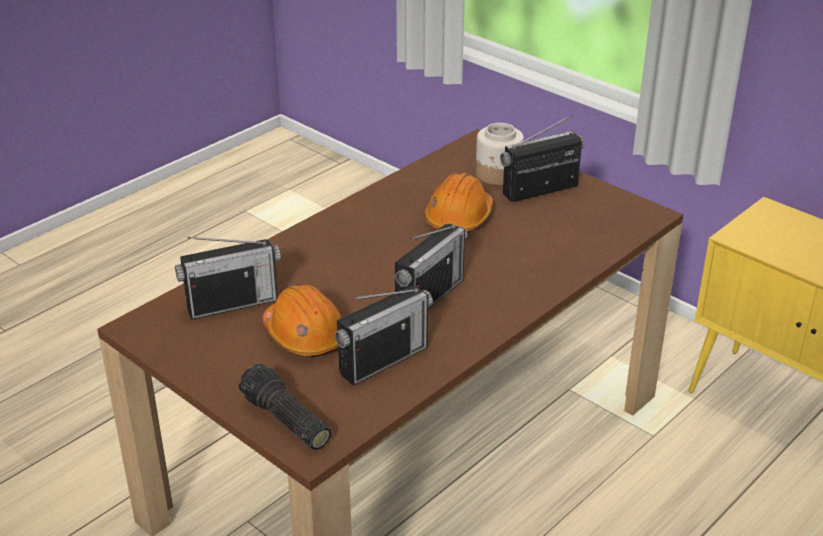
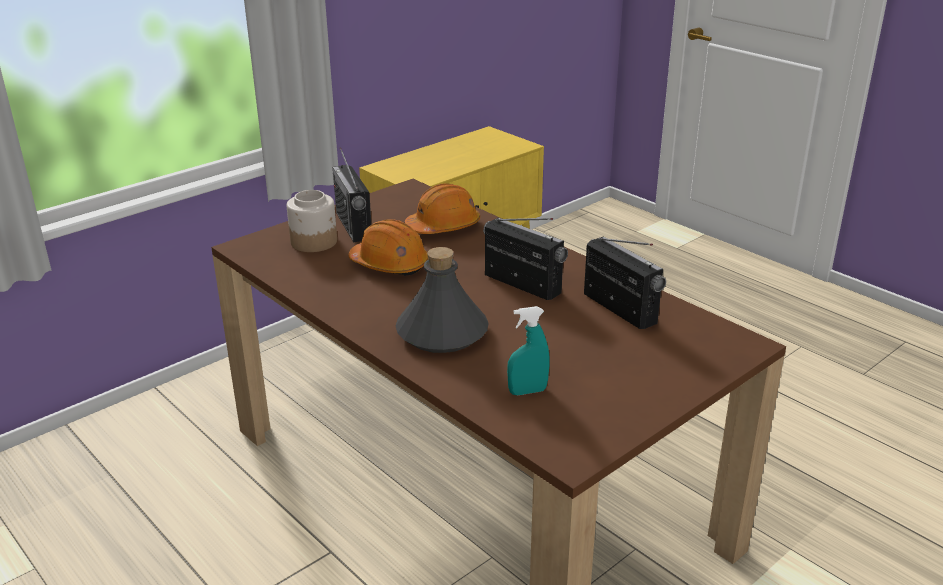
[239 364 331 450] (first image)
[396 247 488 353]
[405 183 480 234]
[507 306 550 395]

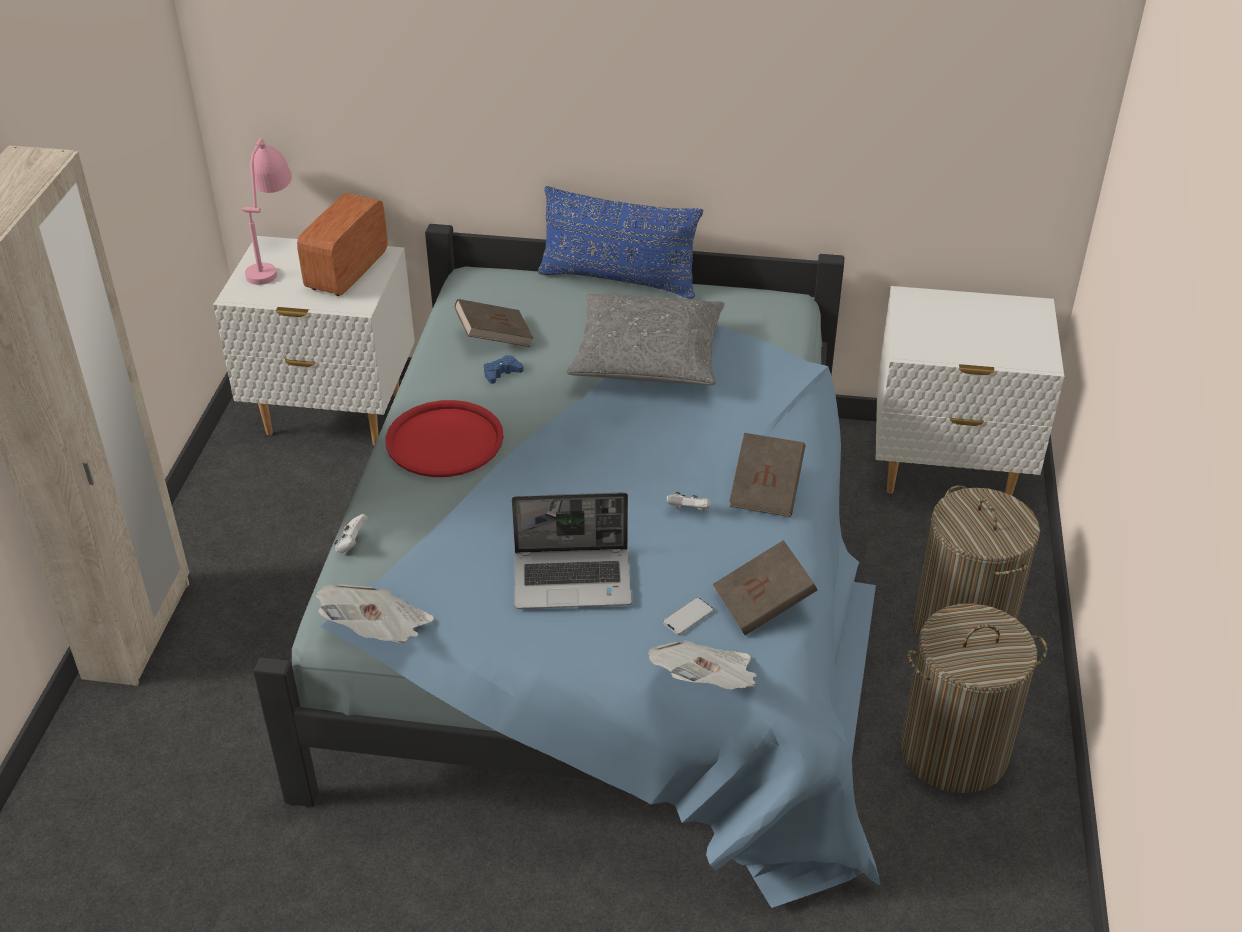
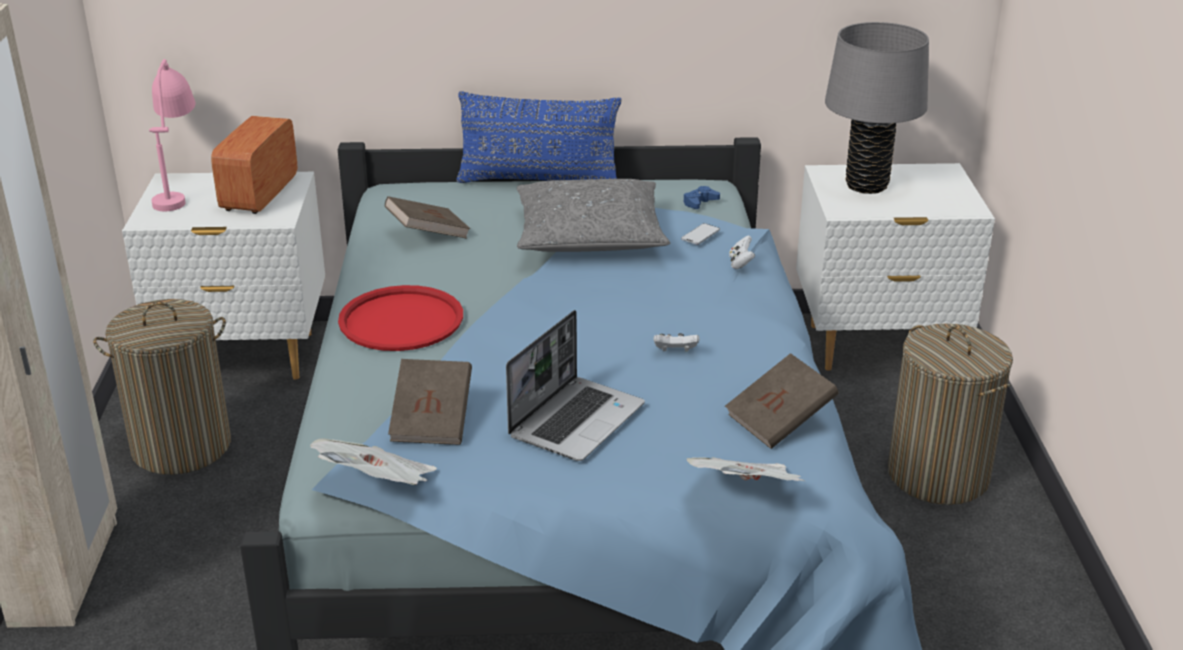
[825 22 929 194]
[729 236 755 269]
[683 186 720 209]
[681 223 720 245]
[388 359 472 445]
[93 299 231 475]
[506 310 645 461]

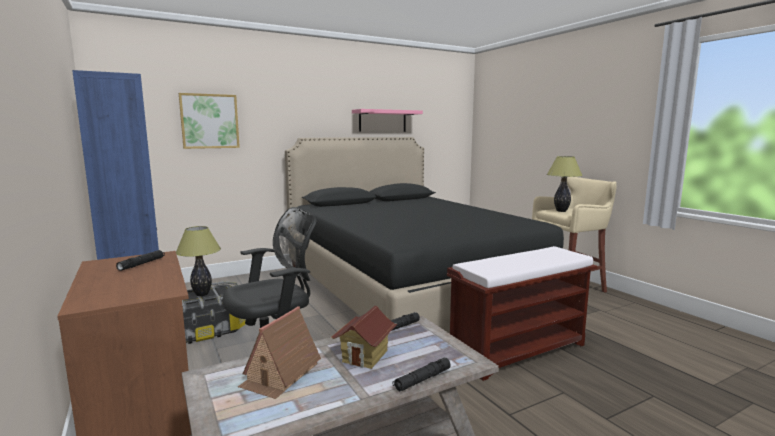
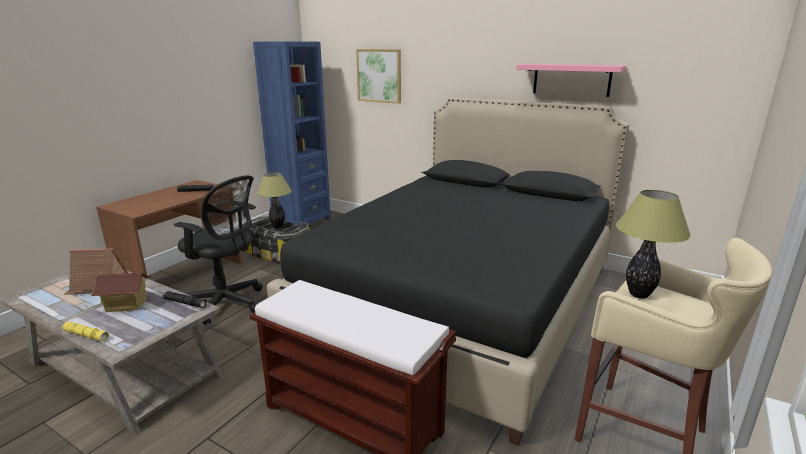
[61 321 109 341]

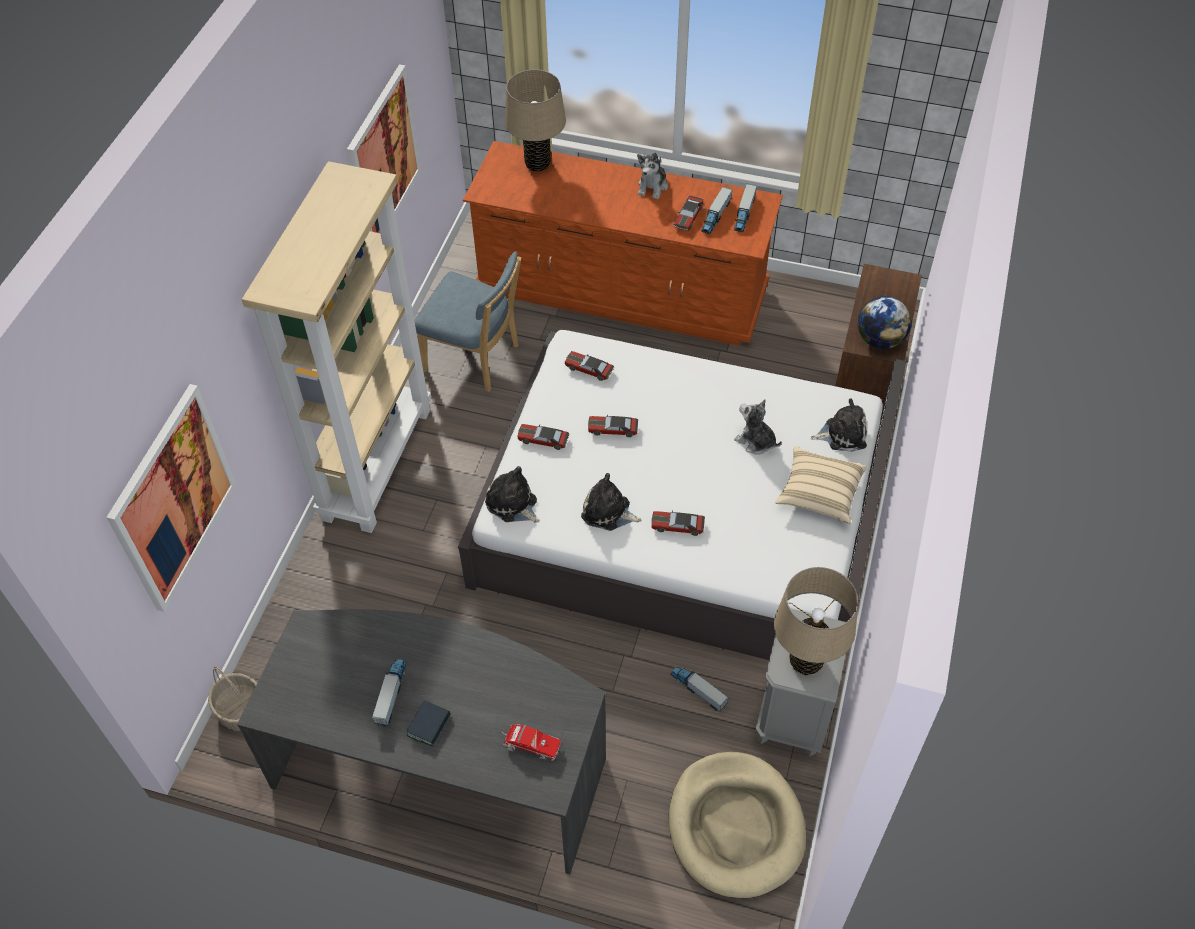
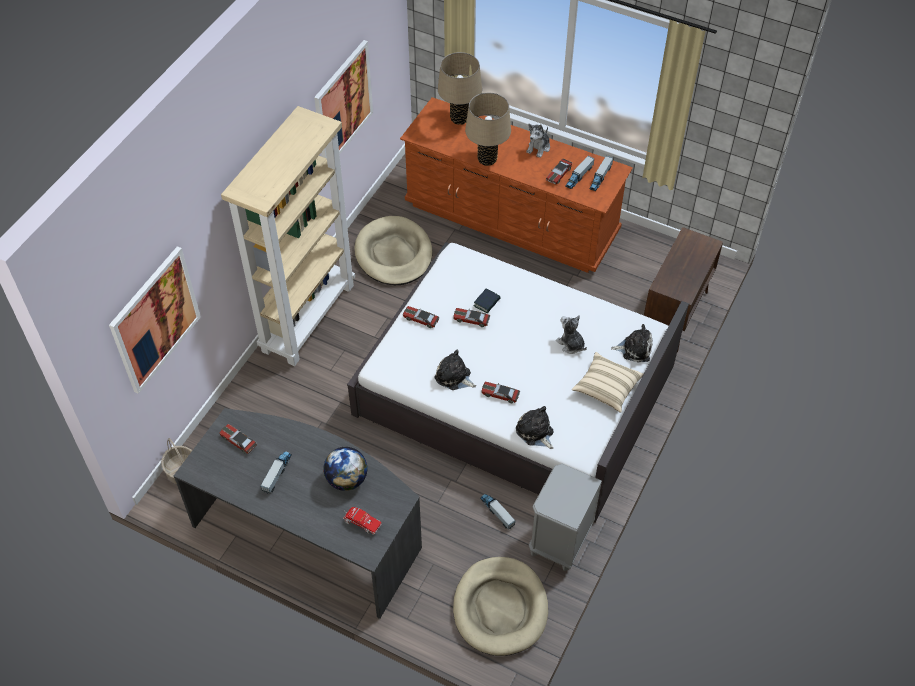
[473 288 500 313]
[516 406 553 449]
[219 424 257 454]
[465 93 511 166]
[323 447 368 491]
[355 216 433 285]

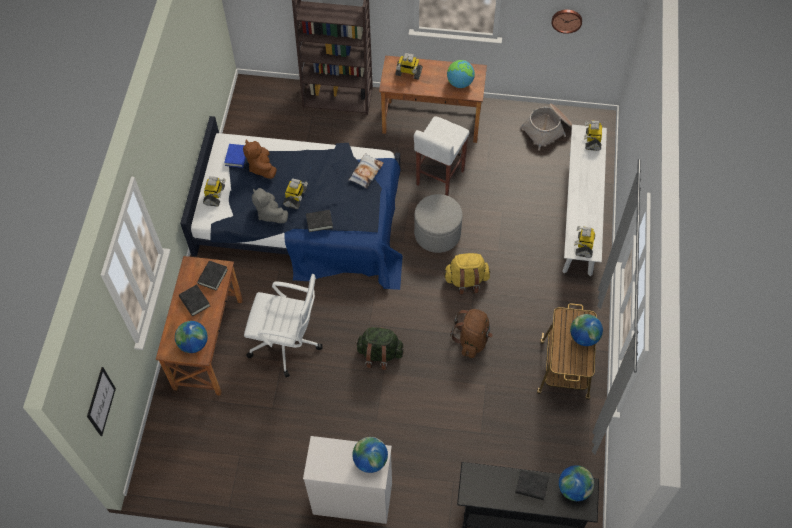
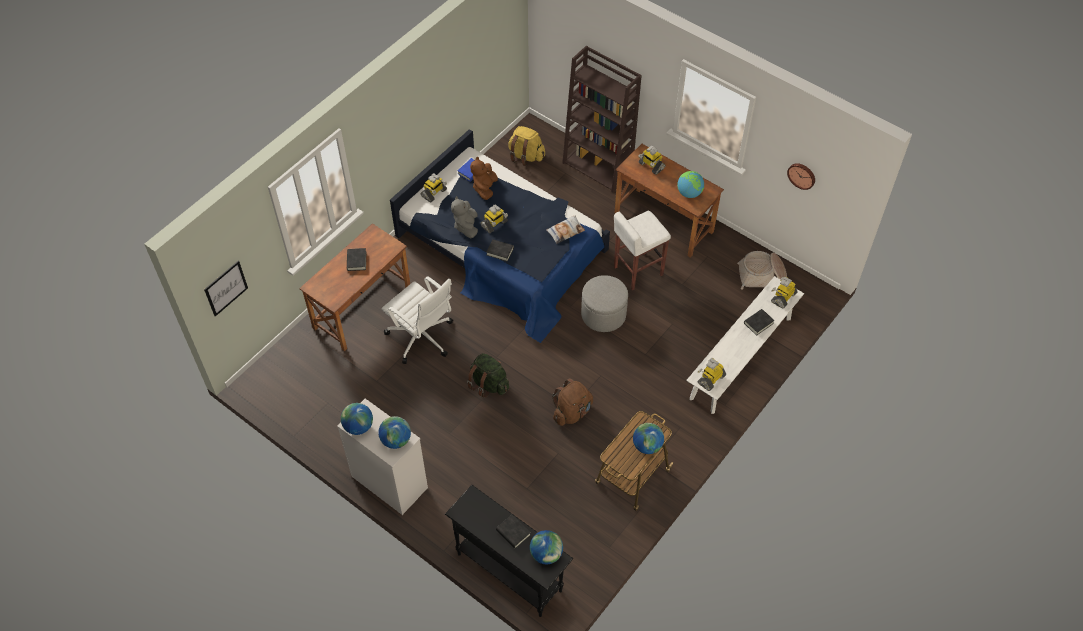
[341 403 373 435]
[744 309 775 336]
[508 126 545 166]

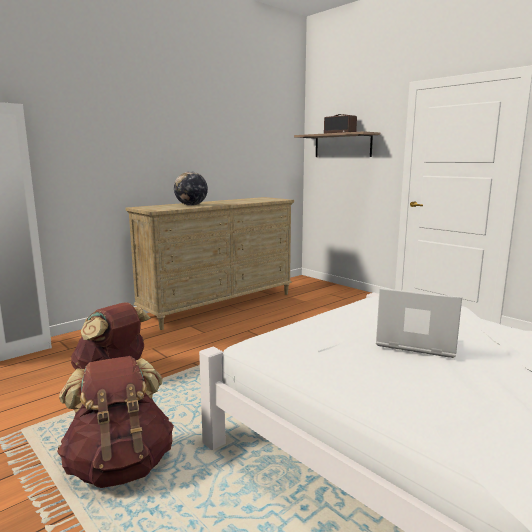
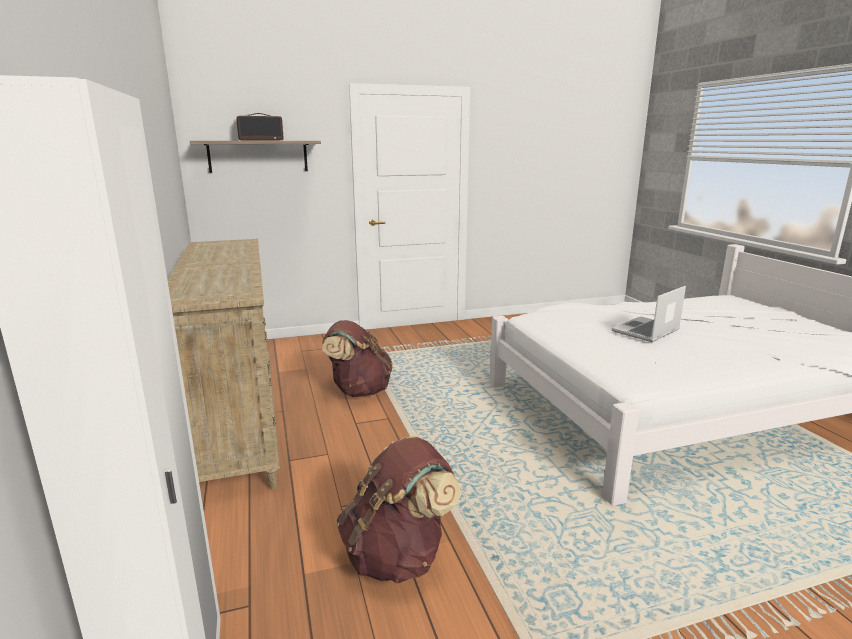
[174 172 208 206] (first image)
[323 320 392 397]

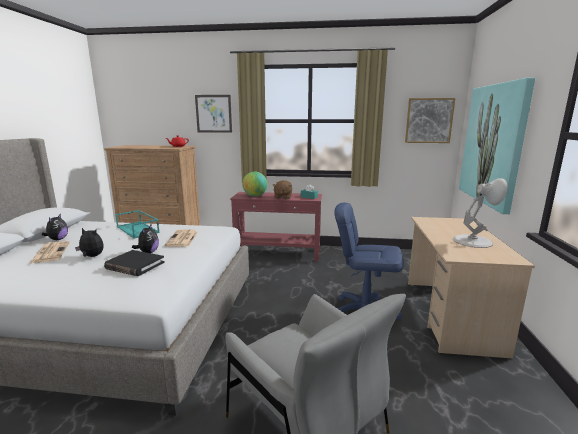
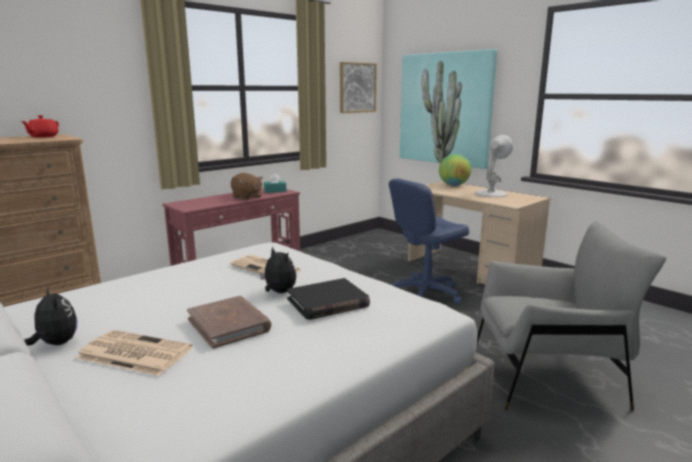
[115 210 160 238] (first image)
[195 95 232 133] (first image)
[439 154 471 186]
[187 296 272 349]

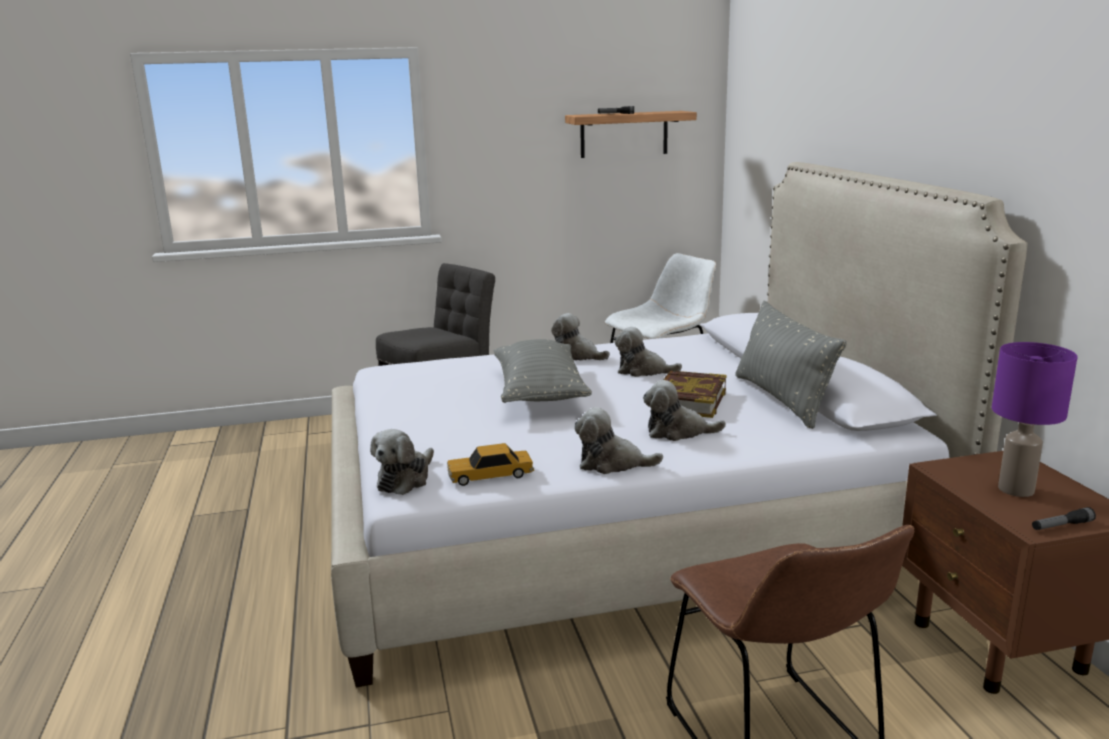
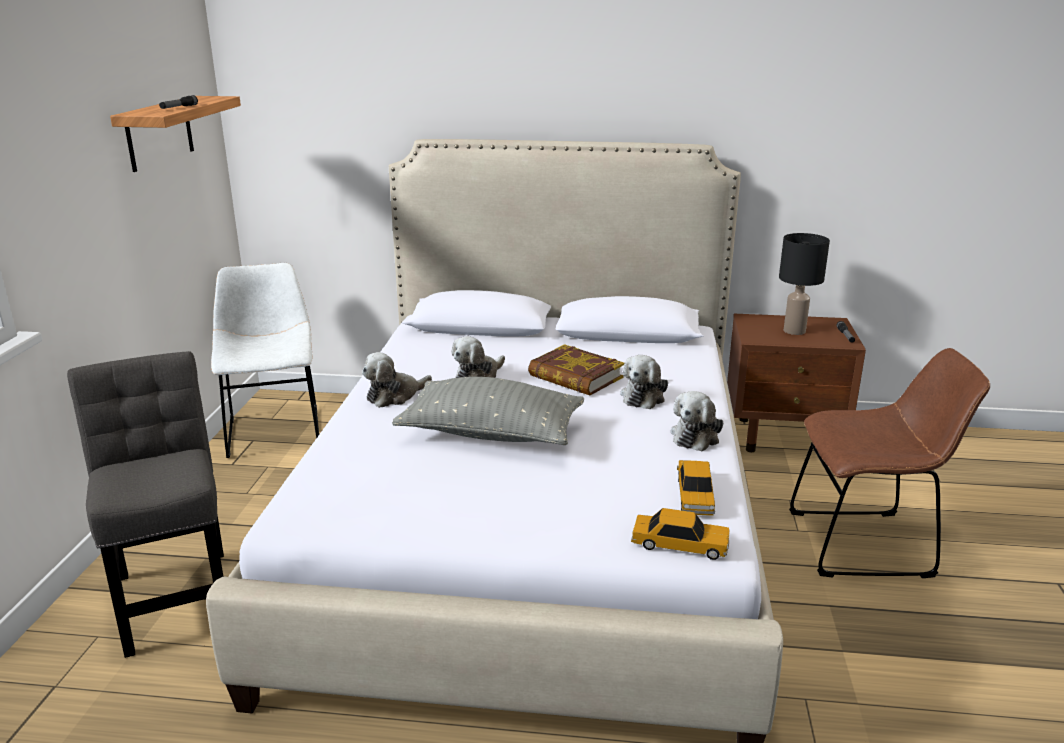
[735 301 847 429] (first image)
[631 508 730 560]
[779 233 830 335]

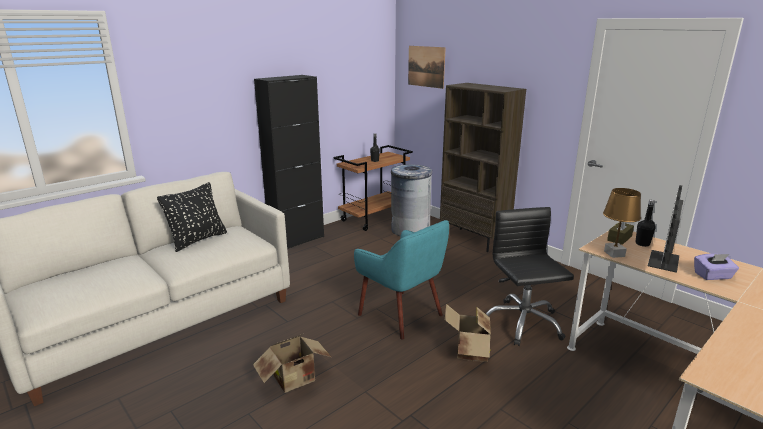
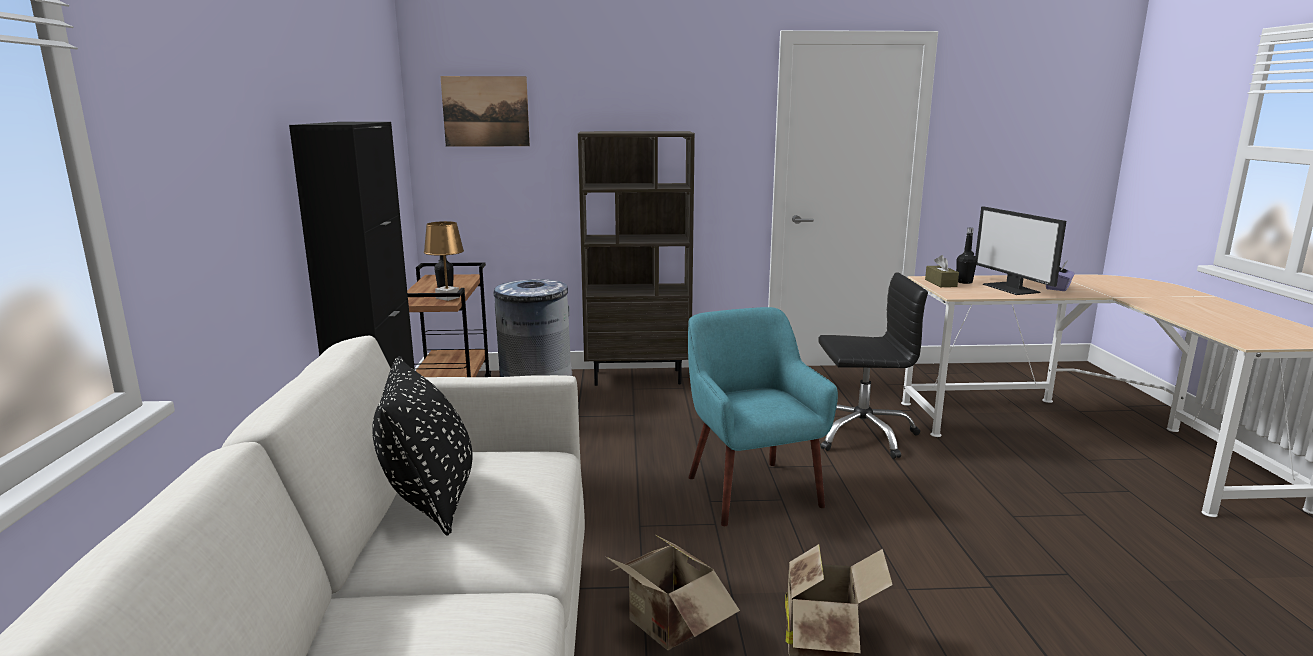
[606 534 740 650]
[424 221 464 301]
[688 307 838 526]
[818 272 928 459]

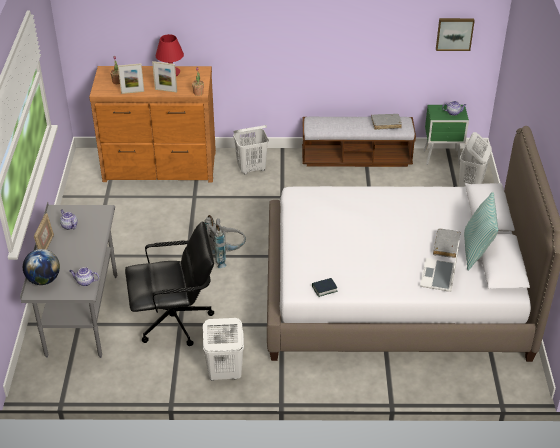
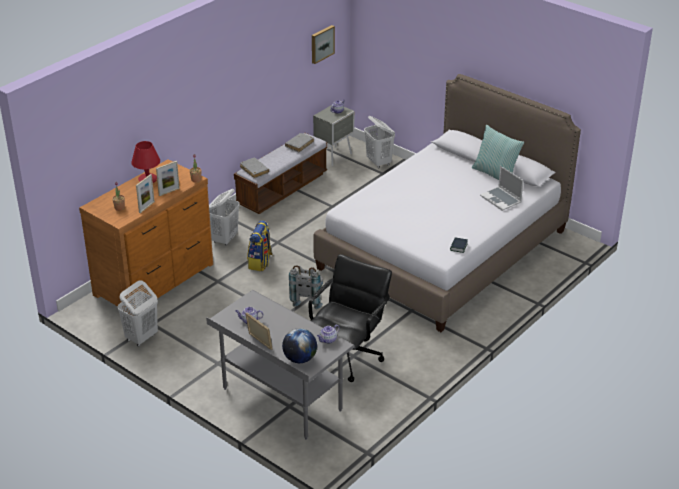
[247 220 273 271]
[117 280 158 347]
[240 158 269 179]
[313 105 354 166]

